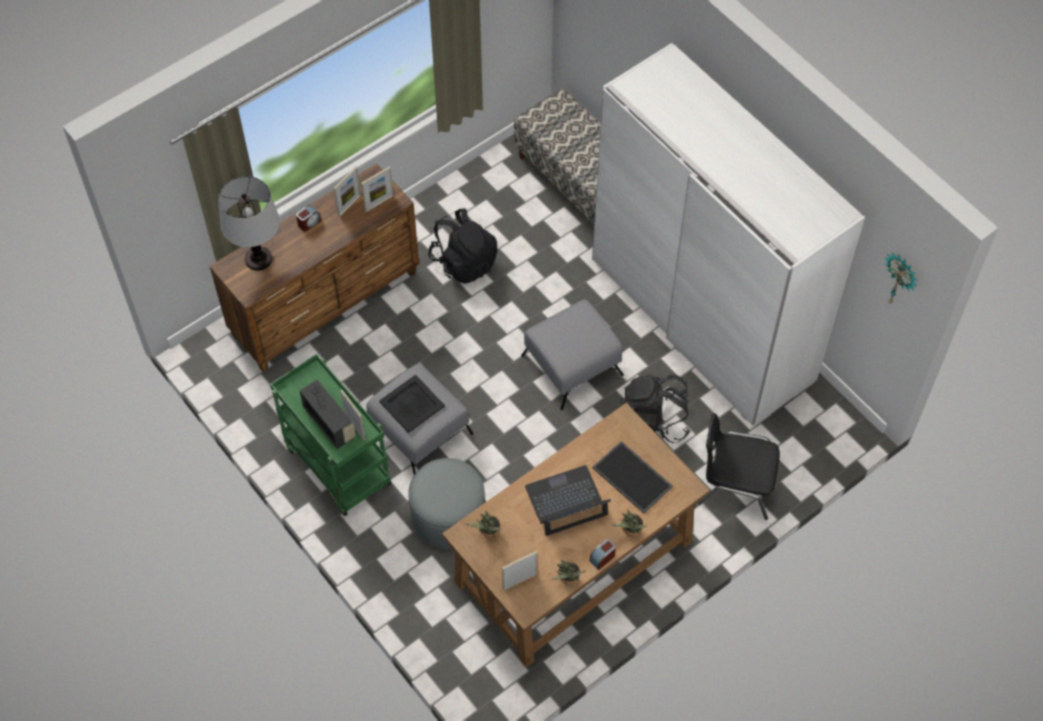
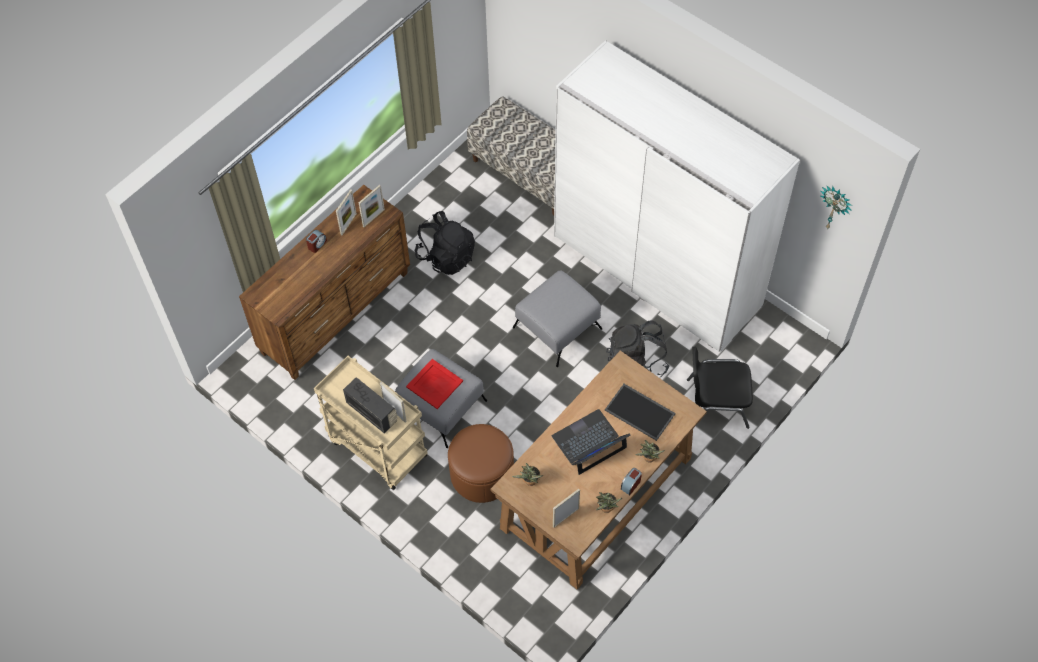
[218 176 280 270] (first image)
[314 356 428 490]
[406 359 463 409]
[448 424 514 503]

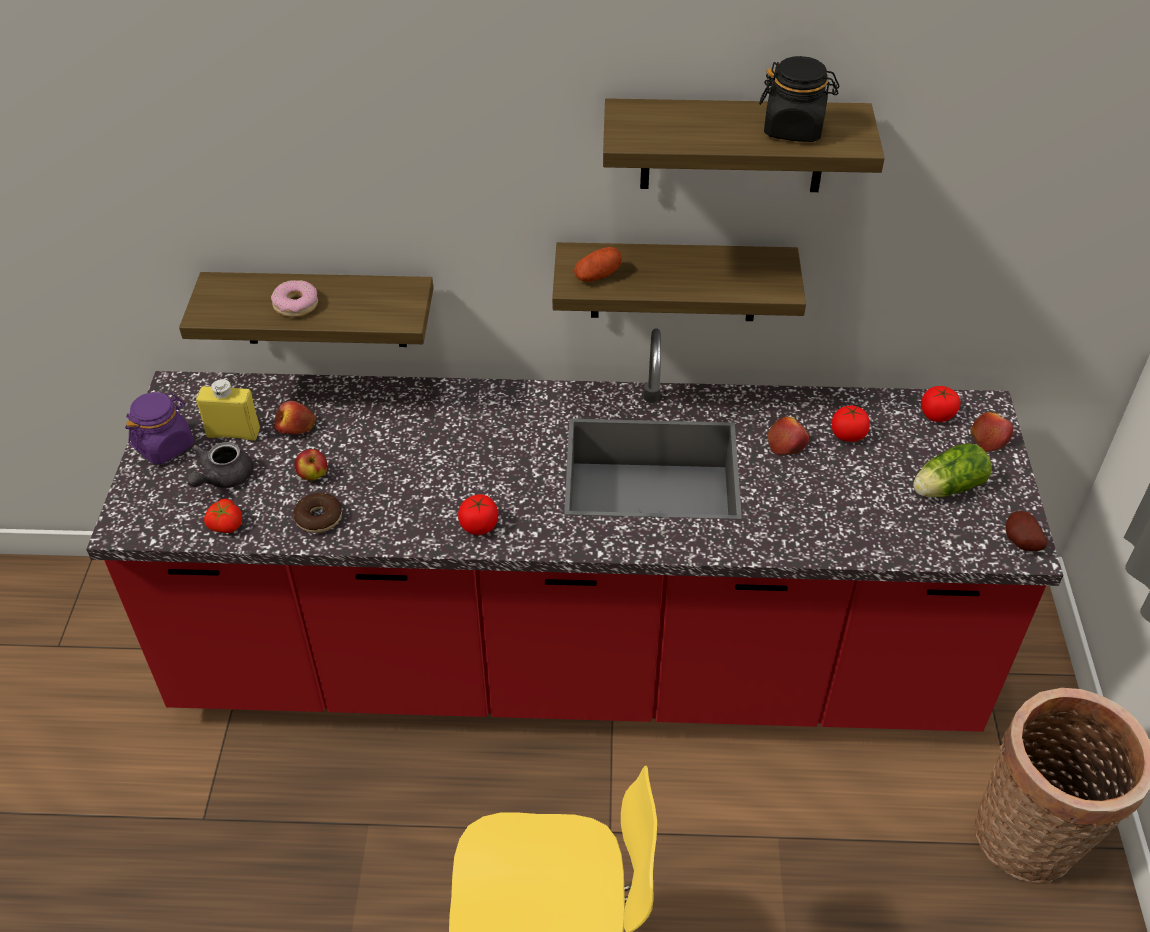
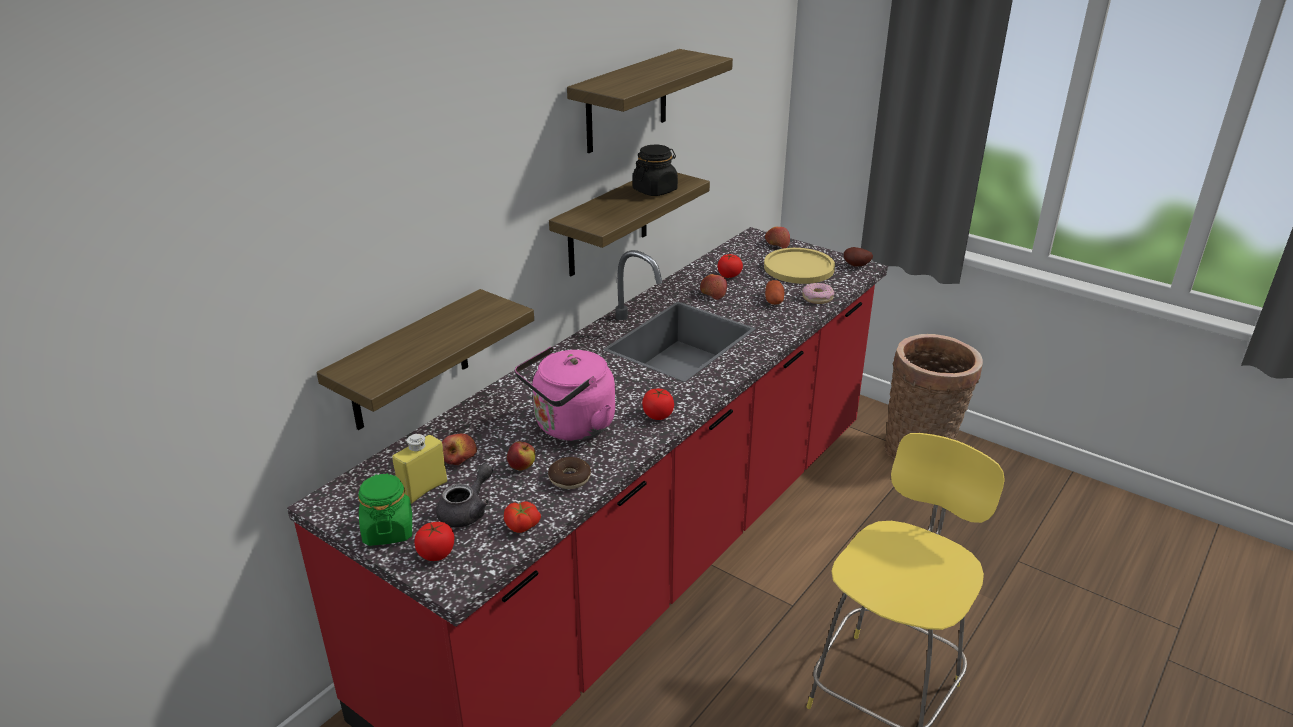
[515 347 615 441]
[802 283 834 304]
[765 280 784 305]
[633 145 678 196]
[415 522 454 561]
[764 248 835 284]
[358 473 412 546]
[436 464 493 527]

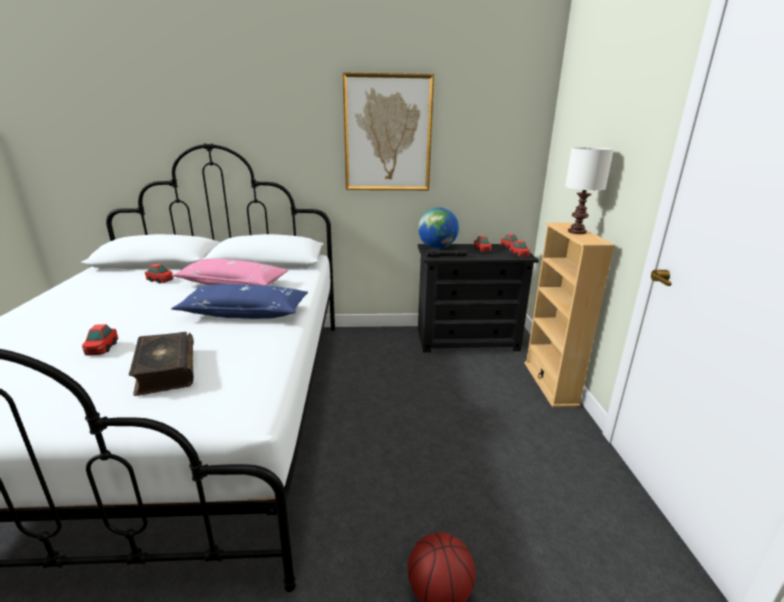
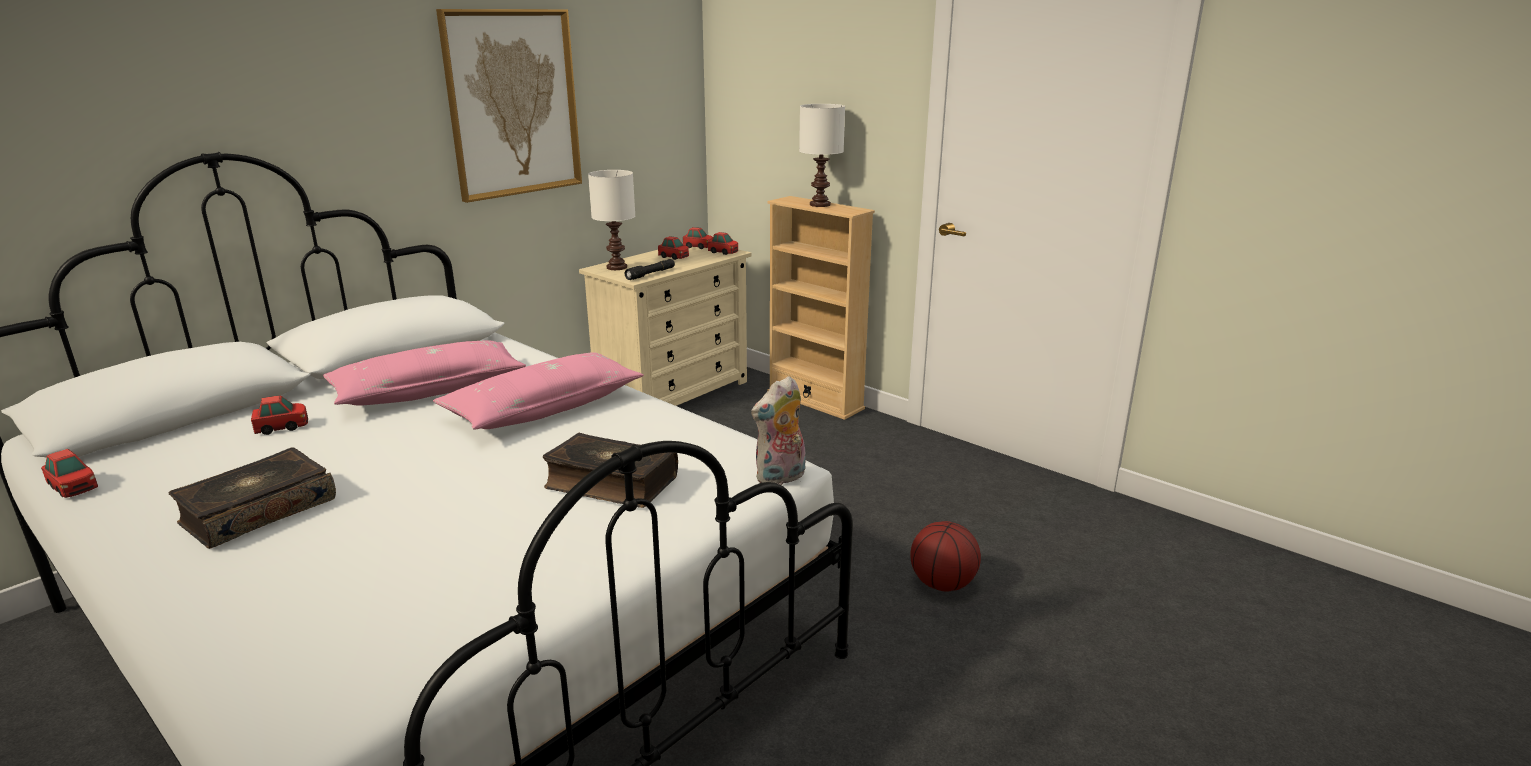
[169 448 336 549]
[751 376 806 485]
[41 449 98 498]
[588 170 635 270]
[433 352 644 430]
[579 247 752 406]

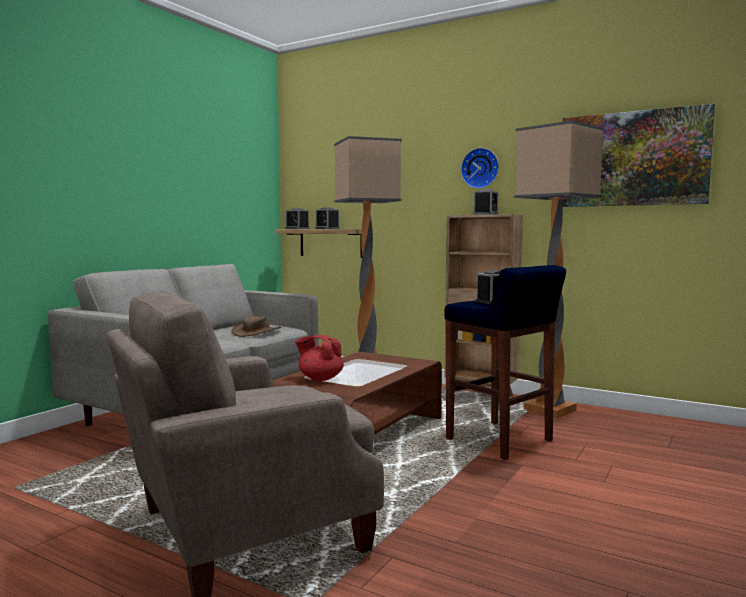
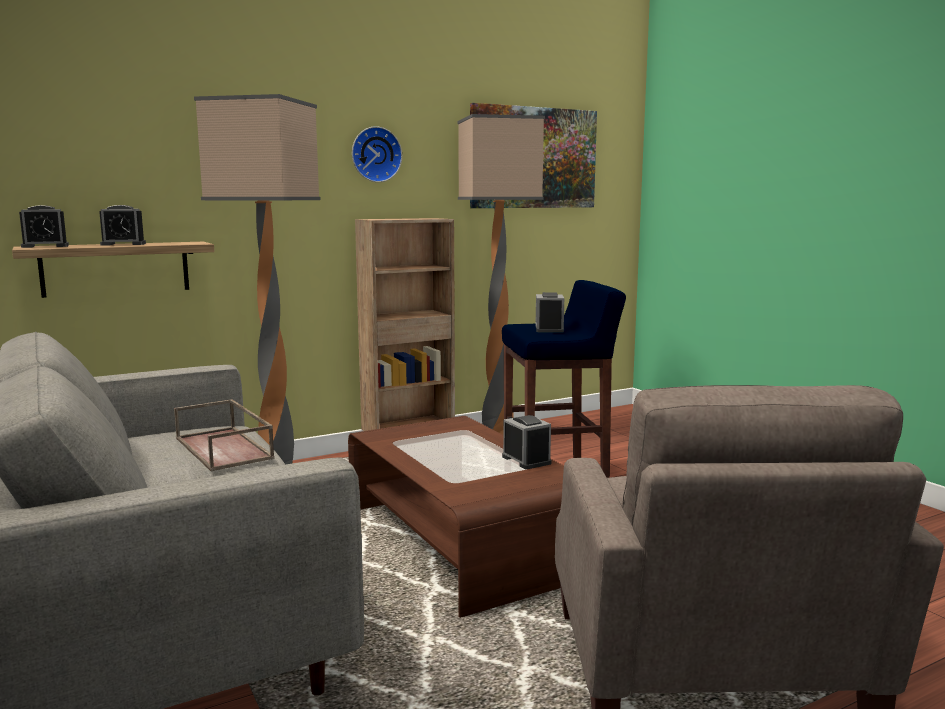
[295 335 344 381] (first image)
[502 415 552 469]
[174 399 275 471]

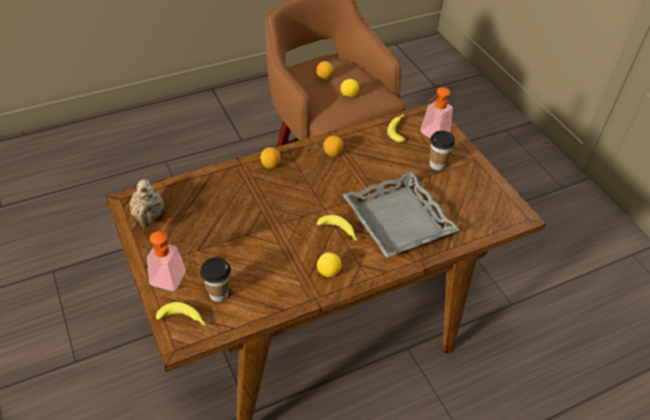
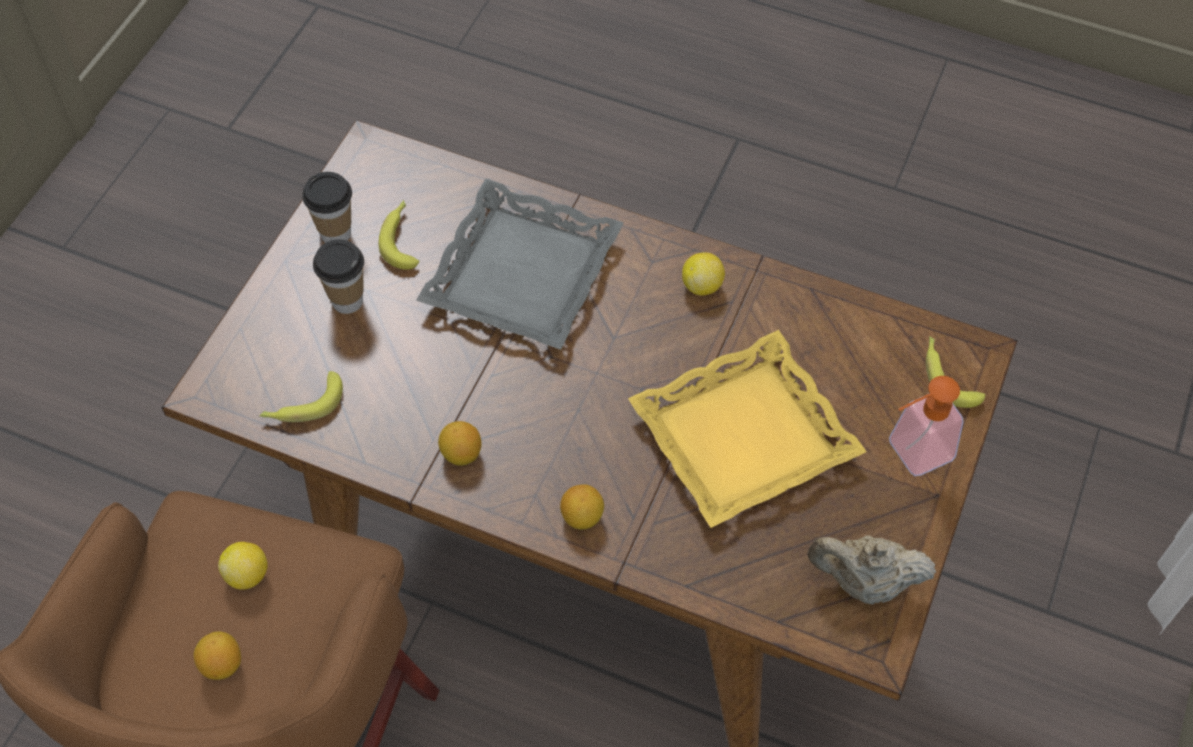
[420 87 453 138] (first image)
[628 330 867 528]
[302 172 352 243]
[379 200 419 270]
[807 535 936 605]

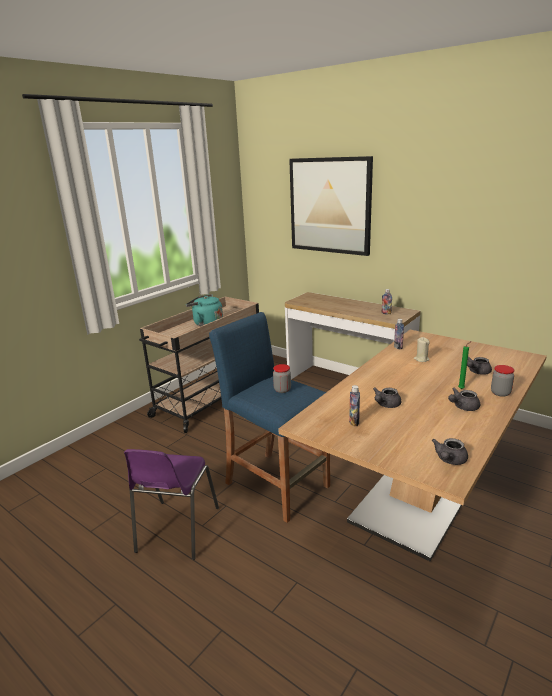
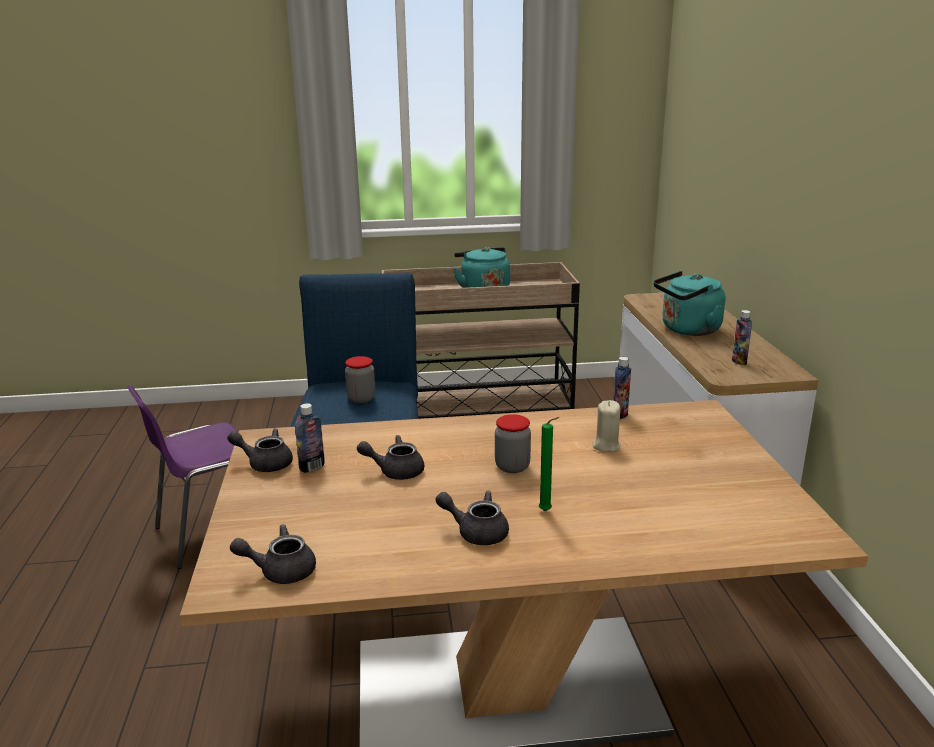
[289 156 373 256] (first image)
[654 271 725 336]
[227 428 293 472]
[495 414 531 473]

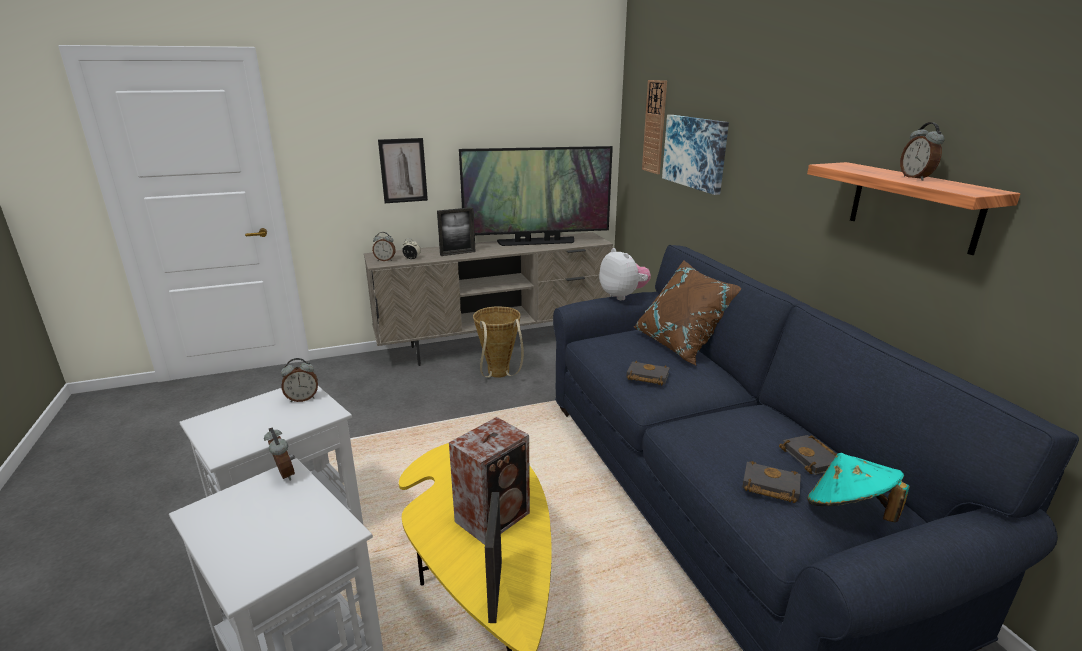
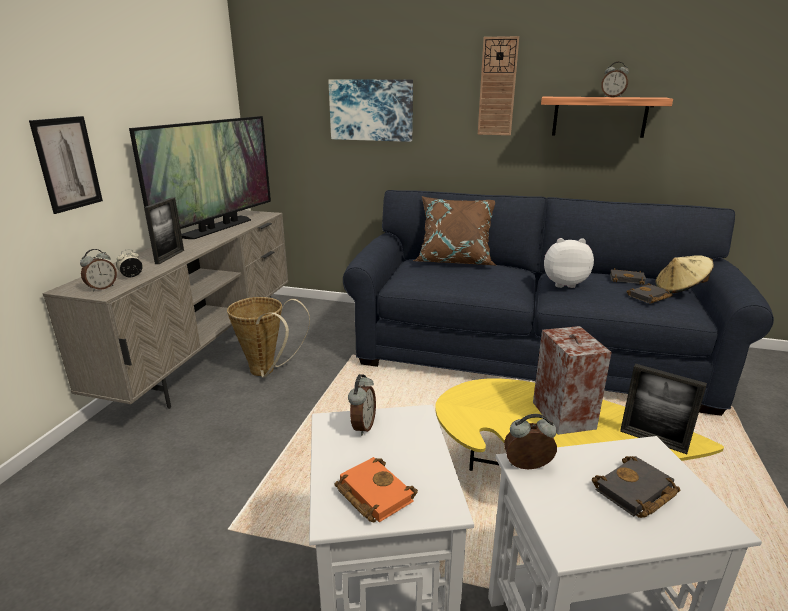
[334 457 418 523]
[544 238 594 288]
[592 456 680 518]
[478 36 519 135]
[655 255 714 293]

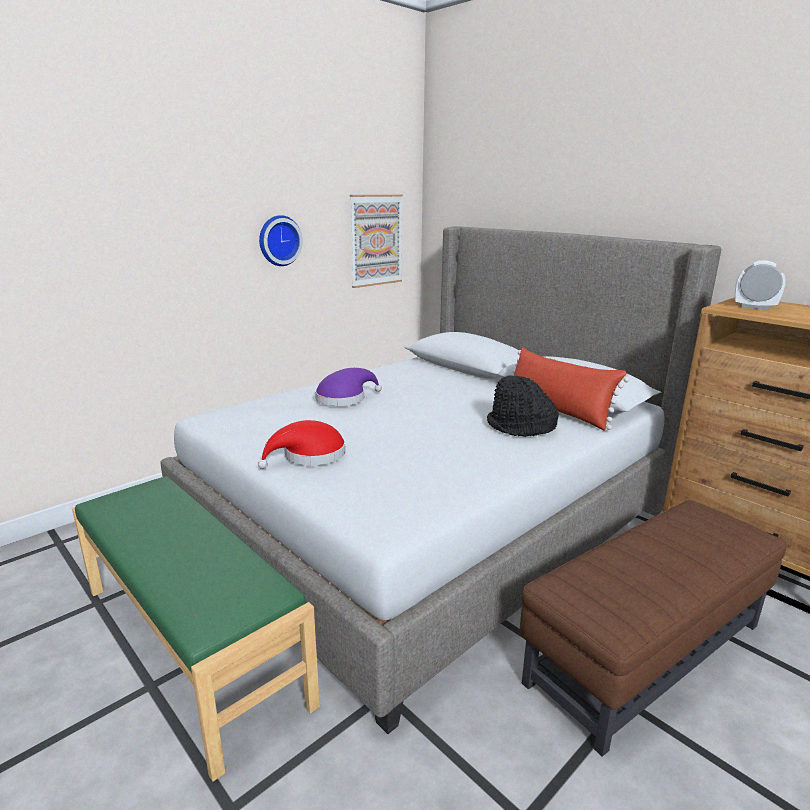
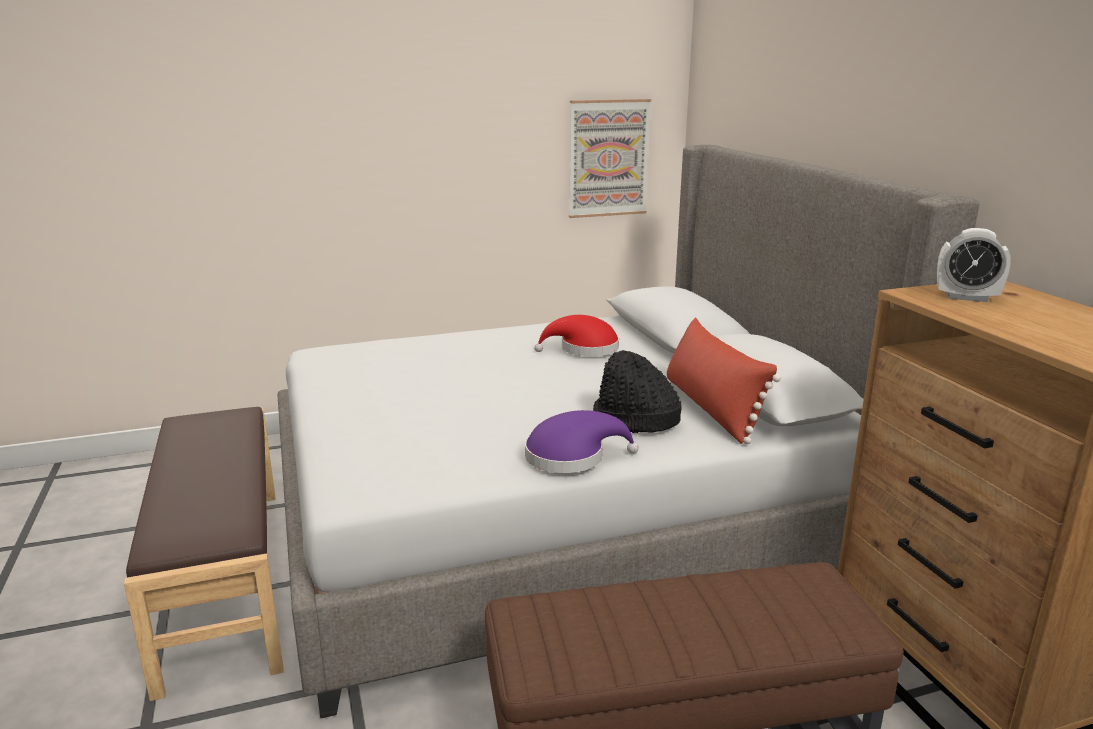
[259 215 303 266] (first image)
[534 315 619 356]
[525 410 639 473]
[124 407 284 701]
[937 228 1011 302]

